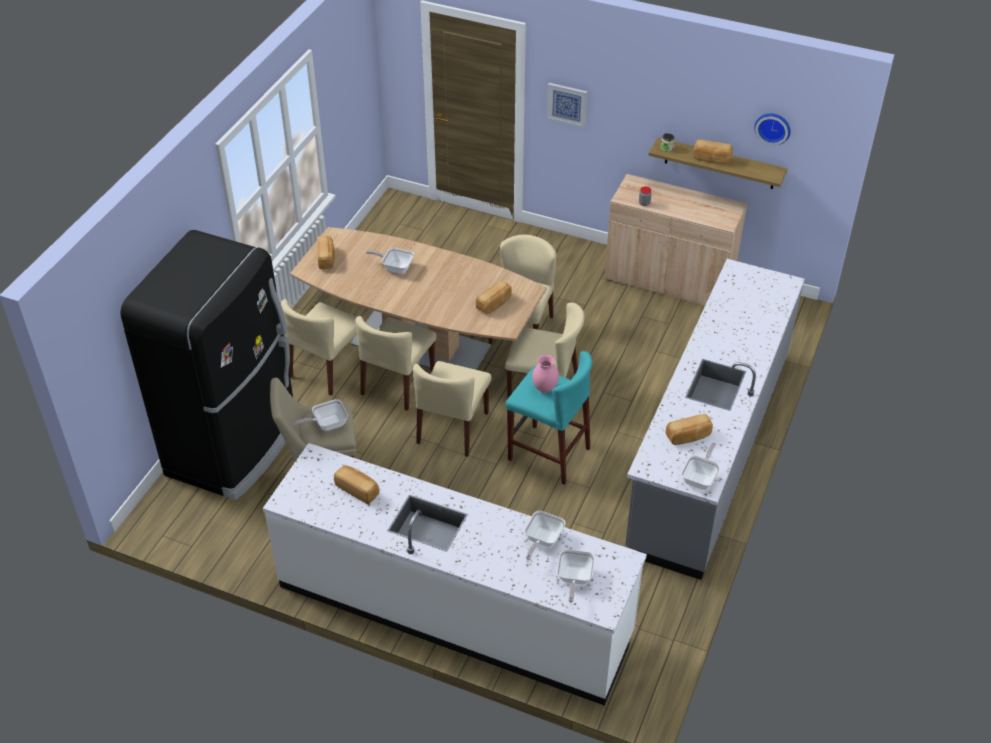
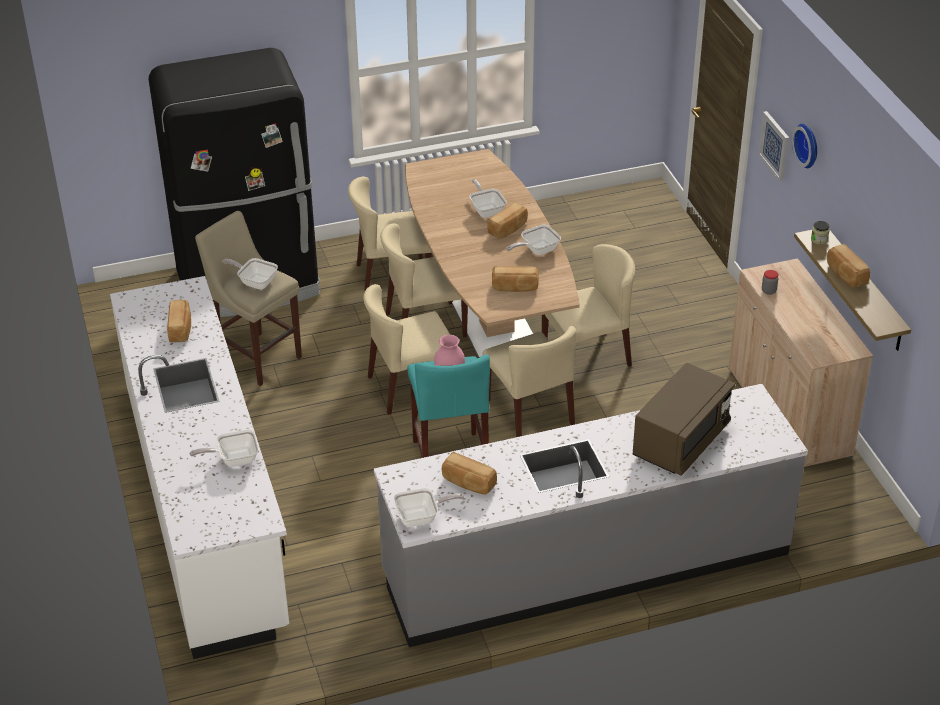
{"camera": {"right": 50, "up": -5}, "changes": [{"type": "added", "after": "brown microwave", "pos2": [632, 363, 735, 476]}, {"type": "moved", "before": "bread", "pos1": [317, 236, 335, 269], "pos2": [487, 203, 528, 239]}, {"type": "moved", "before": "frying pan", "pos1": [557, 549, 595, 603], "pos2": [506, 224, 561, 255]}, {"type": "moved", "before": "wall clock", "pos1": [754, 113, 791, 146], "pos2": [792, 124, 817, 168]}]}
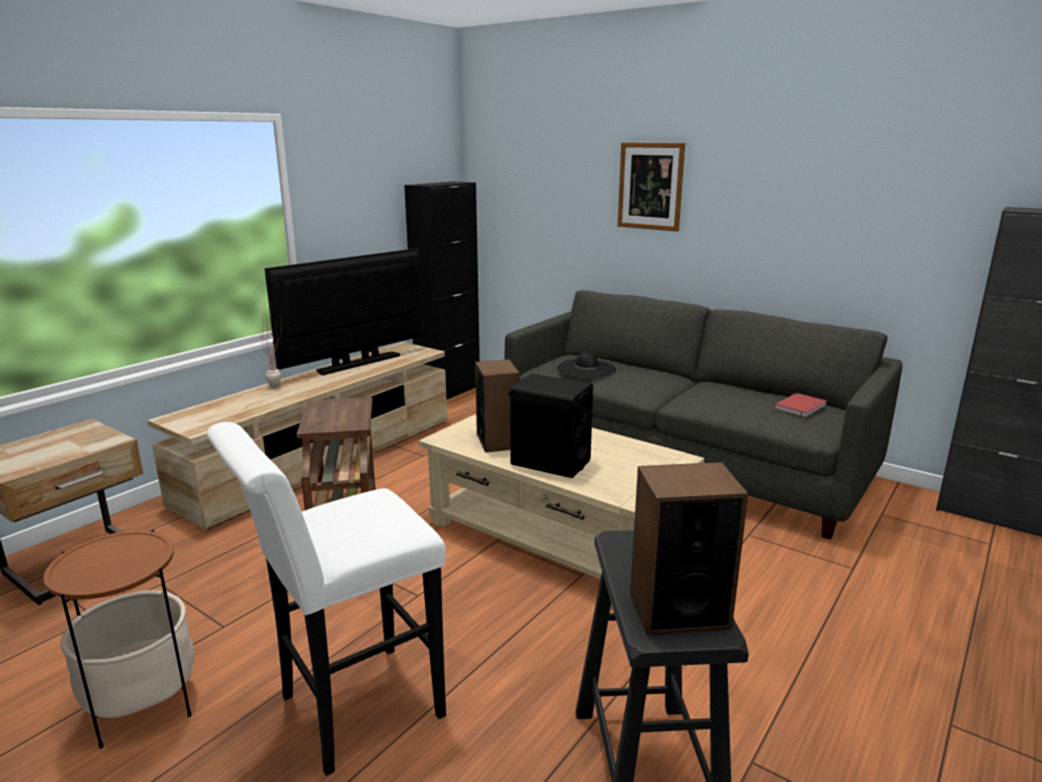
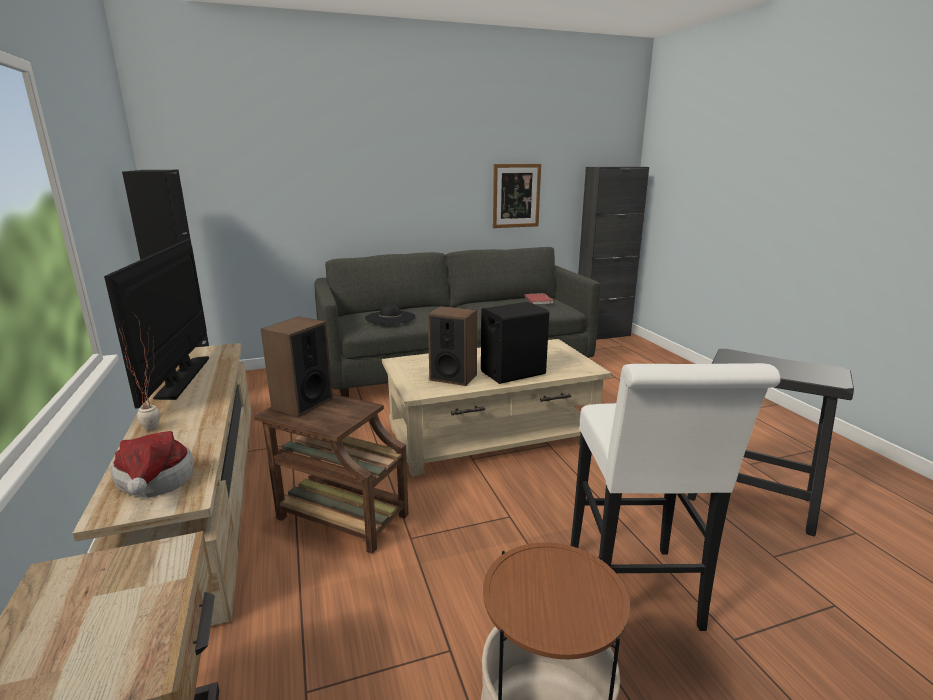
{"camera": {"right": -55, "up": 0}, "changes": [{"type": "added", "after": "hat", "pos2": [110, 431, 194, 498]}, {"type": "moved", "before": "picture", "pos1": [618, 142, 685, 232], "pos2": [493, 164, 541, 228]}, {"type": "moved", "before": "speaker", "pos1": [630, 462, 748, 635], "pos2": [261, 316, 333, 417]}]}
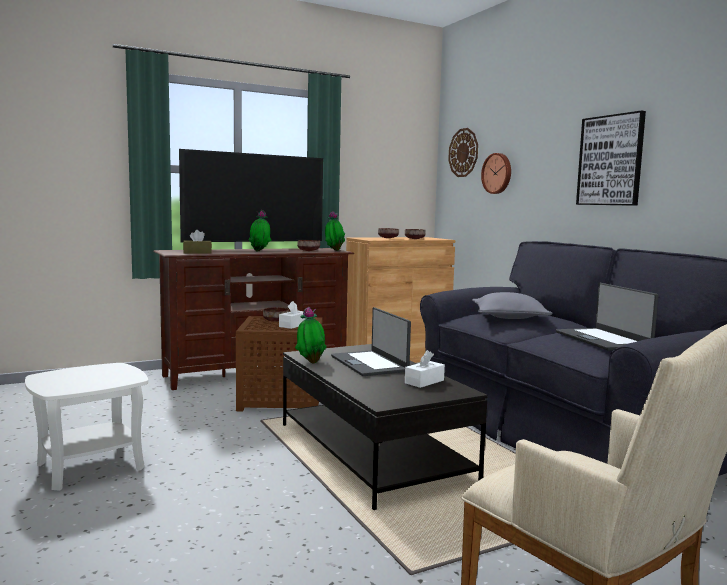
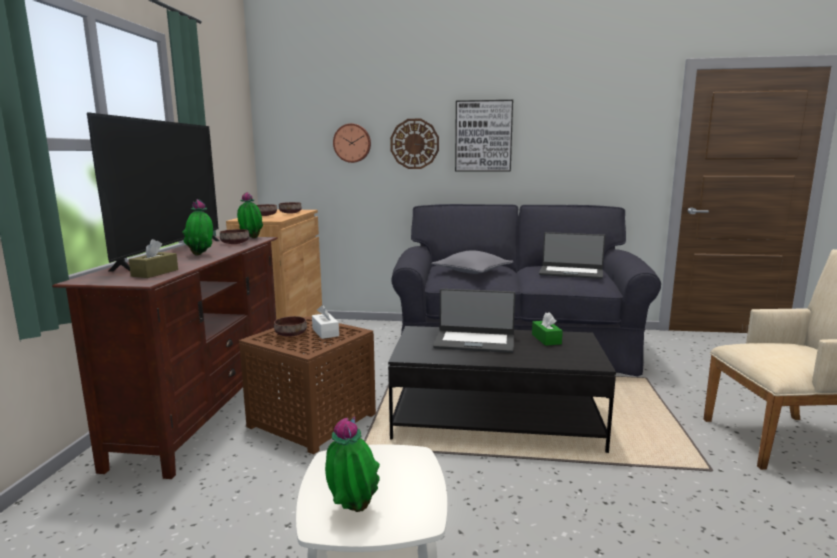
{"camera": {"right": -55, "up": 5}, "changes": [{"type": "moved", "before": "potted plant", "pos1": [295, 307, 327, 363], "pos2": [325, 416, 380, 512]}, {"type": "moved", "before": "wall clock", "pos1": [448, 128, 478, 177], "pos2": [390, 119, 439, 169]}, {"type": "recoloured", "before": "white tissue box", "after": "green tissue box", "pos1": [405, 350, 445, 388], "pos2": [532, 312, 563, 346]}]}
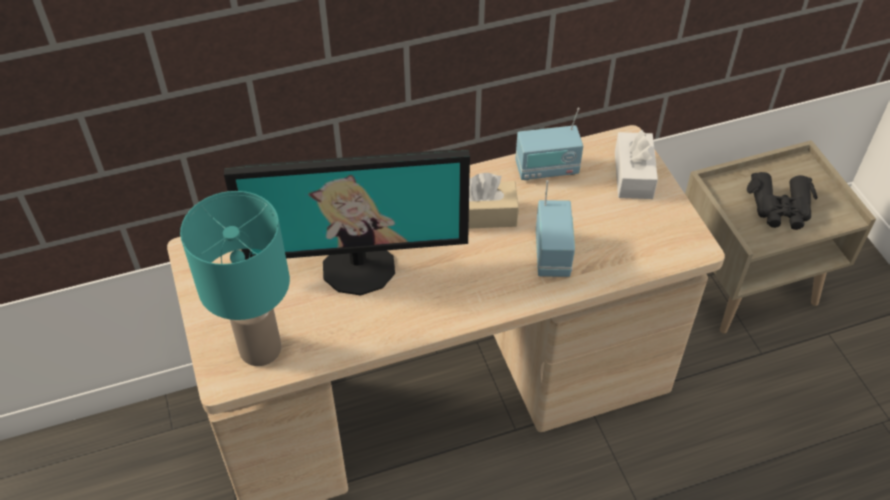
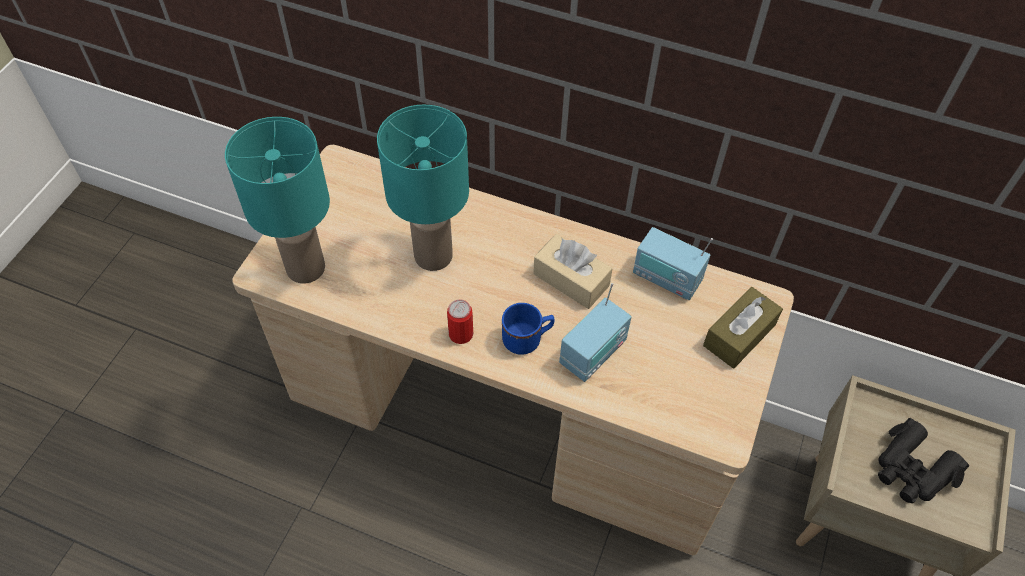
{"camera": {"right": 40, "up": 5}, "changes": [{"type": "added", "after": "can", "pos2": [447, 299, 473, 344]}, {"type": "added", "after": "blue mug", "pos2": [502, 303, 554, 355]}, {"type": "replaced", "before": "monitor", "after": "turquoise table lamp", "pos1": [224, 150, 470, 295], "pos2": [377, 105, 469, 271]}, {"type": "recoloured", "before": "white tissue box", "after": "brown tissue box", "pos1": [615, 129, 658, 199], "pos2": [703, 287, 783, 369]}]}
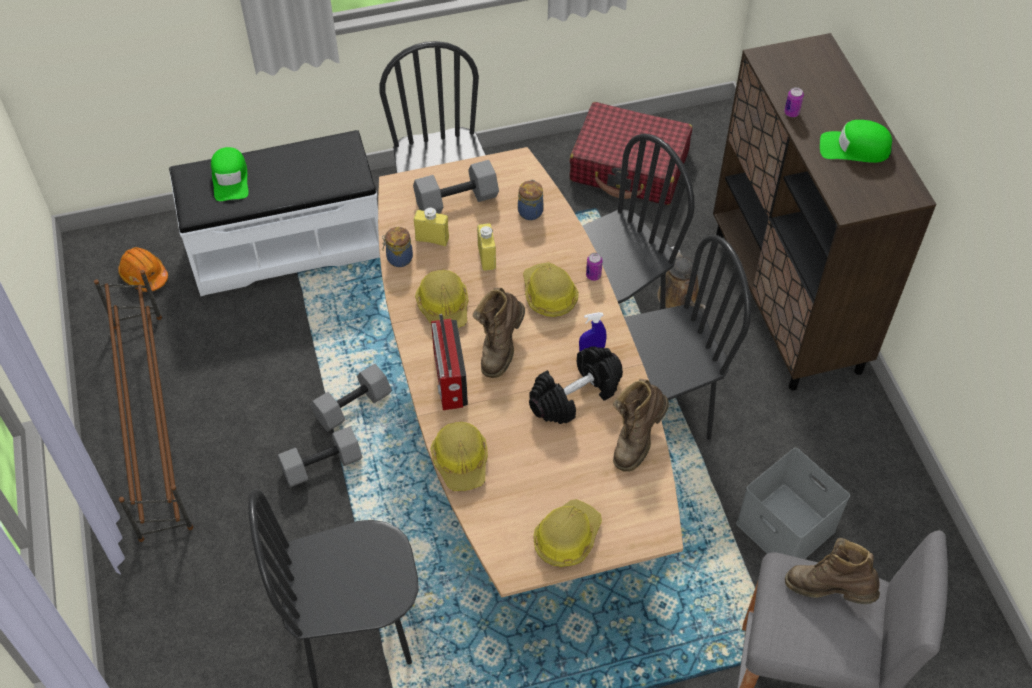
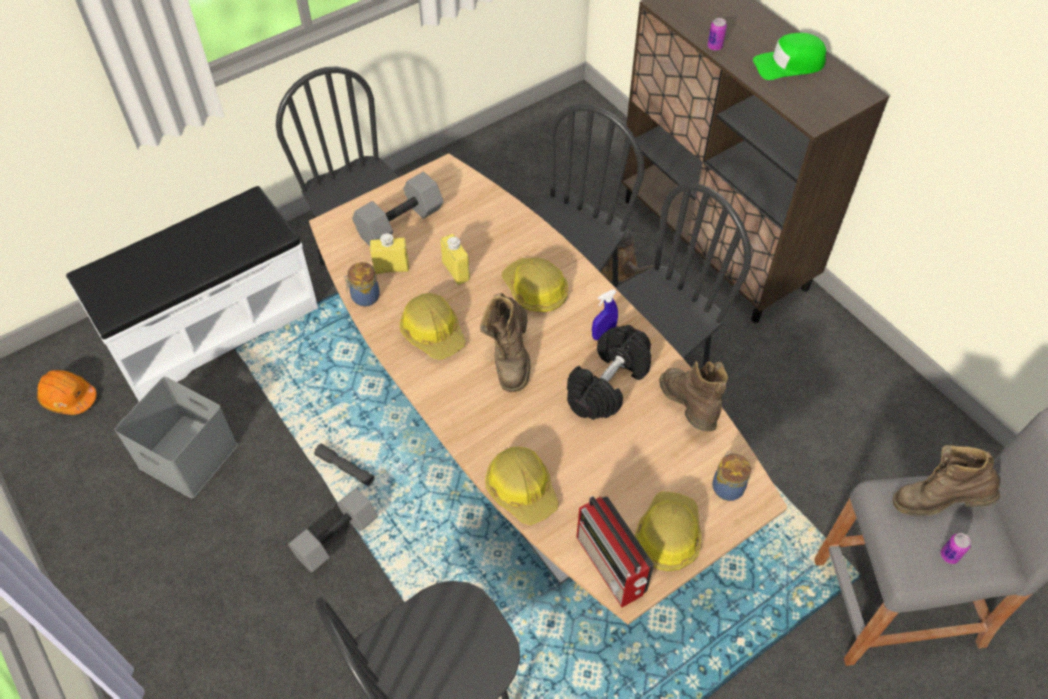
{"camera": {"right": -20, "up": 0}, "changes": [{"type": "removed", "before": "brown shoe rack", "pos1": [94, 270, 193, 542]}, {"type": "removed", "before": "green cap", "pos1": [211, 147, 249, 201]}, {"type": "removed", "before": "red suitcase", "pos1": [569, 102, 693, 205]}, {"type": "moved", "before": "radio", "pos1": [431, 314, 468, 410], "pos2": [576, 496, 654, 607]}, {"type": "moved", "before": "jar", "pos1": [518, 180, 543, 220], "pos2": [712, 451, 751, 501]}, {"type": "moved", "before": "can", "pos1": [586, 253, 602, 281], "pos2": [941, 533, 971, 564]}, {"type": "moved", "before": "grey storage box", "pos1": [736, 448, 850, 559], "pos2": [114, 377, 238, 498]}, {"type": "replaced", "before": "grey dumbbell", "after": "grey flashlight", "pos1": [310, 364, 392, 432], "pos2": [314, 443, 375, 486]}, {"type": "turned", "before": "brown boot", "pos1": [613, 379, 669, 472], "pos2": [659, 360, 728, 431], "turn": 150}]}
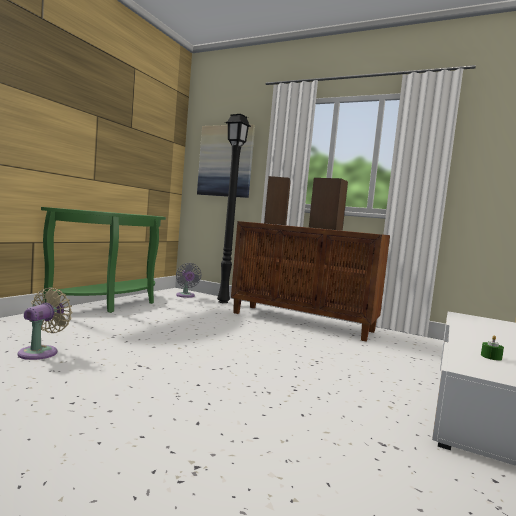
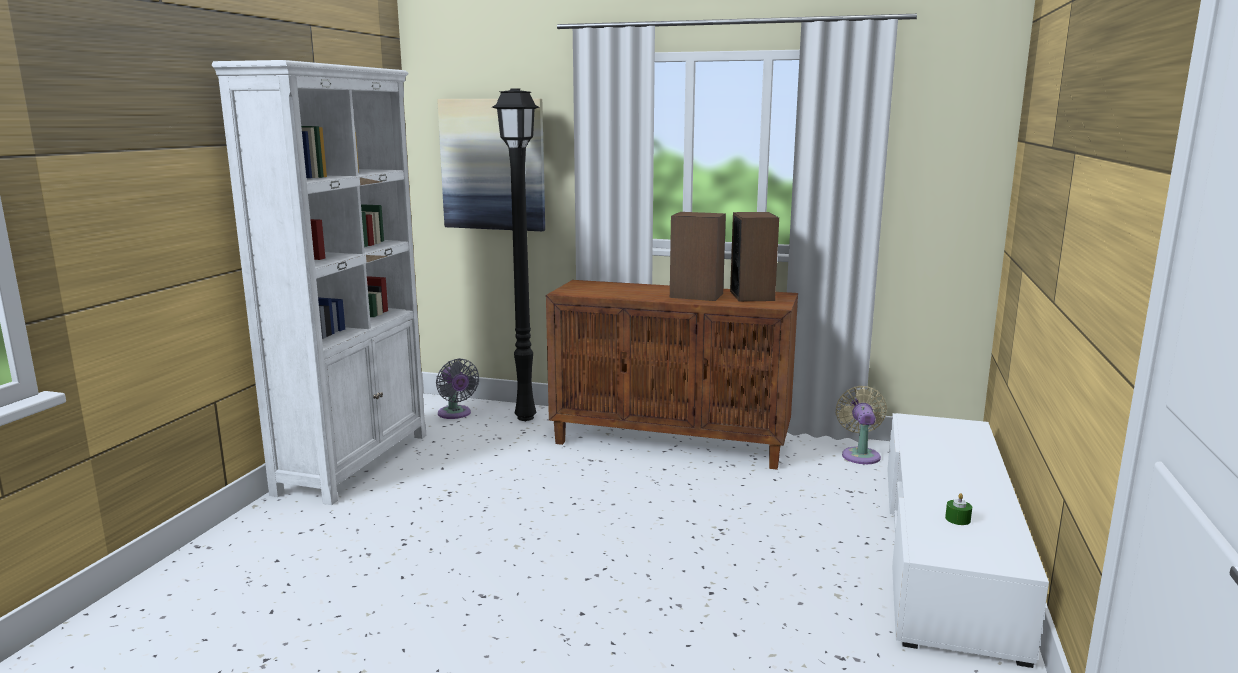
{"camera": {"right": -10, "up": 10}, "changes": [{"type": "moved", "before": "beige fan", "pos1": [18, 287, 72, 360], "pos2": [835, 386, 887, 464]}, {"type": "moved", "before": "speaker", "pos1": [264, 176, 291, 225], "pos2": [730, 212, 779, 301]}, {"type": "replaced", "before": "green console table", "after": "white bookcase", "pos1": [41, 207, 166, 313], "pos2": [212, 60, 426, 505]}]}
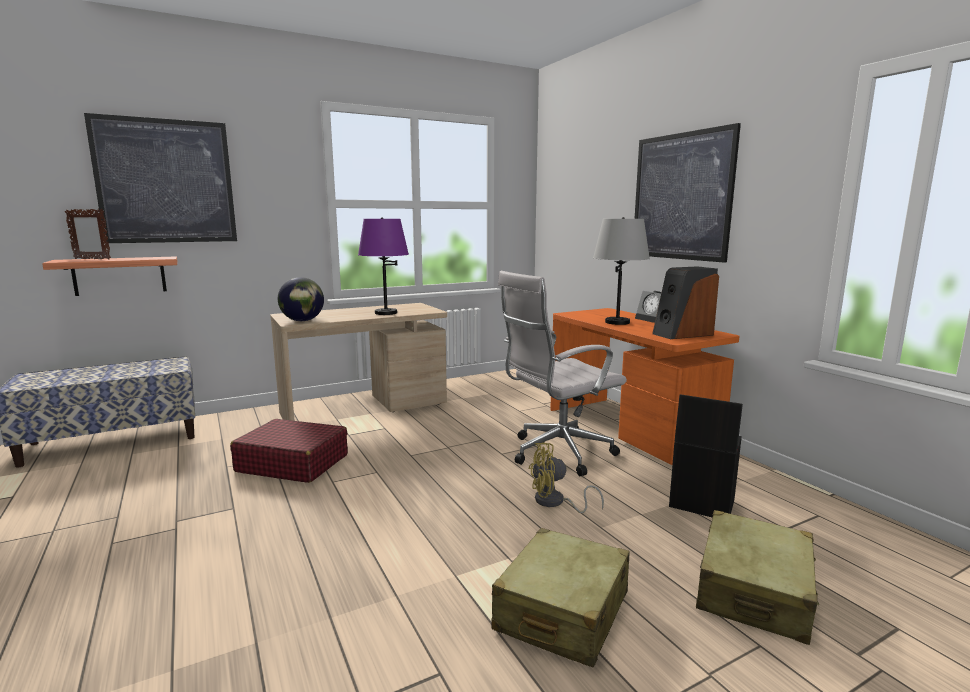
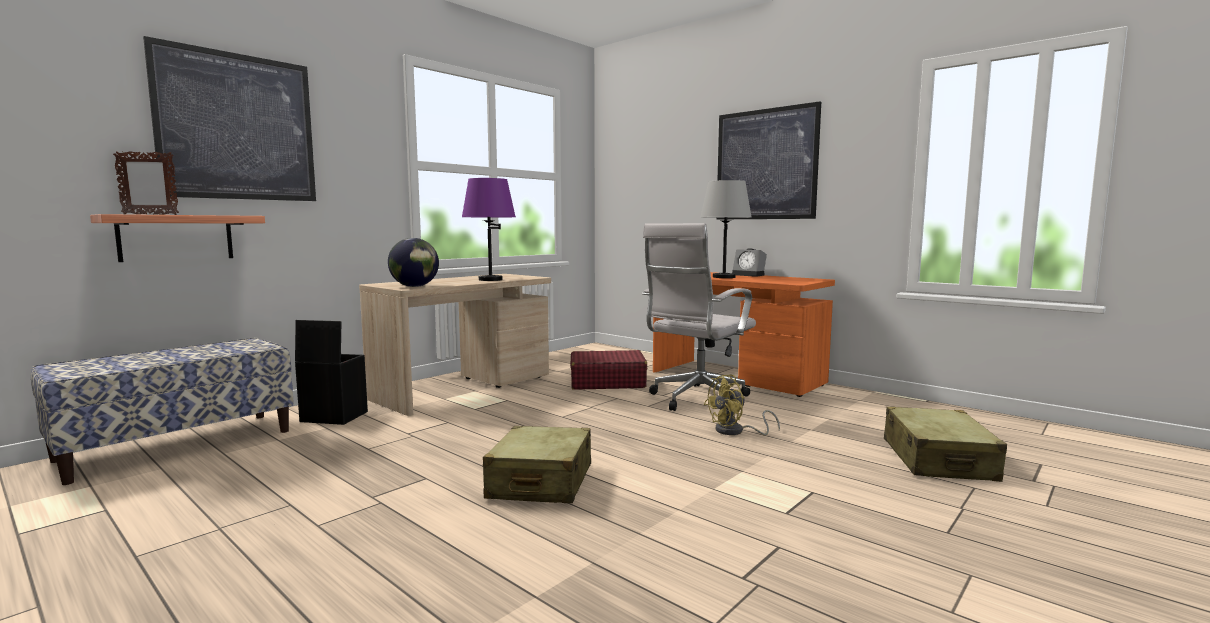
{"camera": {"right": -20, "up": -5}, "changes": [{"type": "removed", "before": "speaker", "pos1": [652, 266, 719, 339]}, {"type": "moved", "before": "red suitcase", "pos1": [230, 419, 348, 483], "pos2": [571, 350, 647, 390]}, {"type": "moved", "before": "beige suitcase", "pos1": [491, 528, 630, 668], "pos2": [483, 426, 591, 503]}, {"type": "moved", "before": "black storage box", "pos1": [669, 394, 743, 517], "pos2": [295, 320, 368, 425]}]}
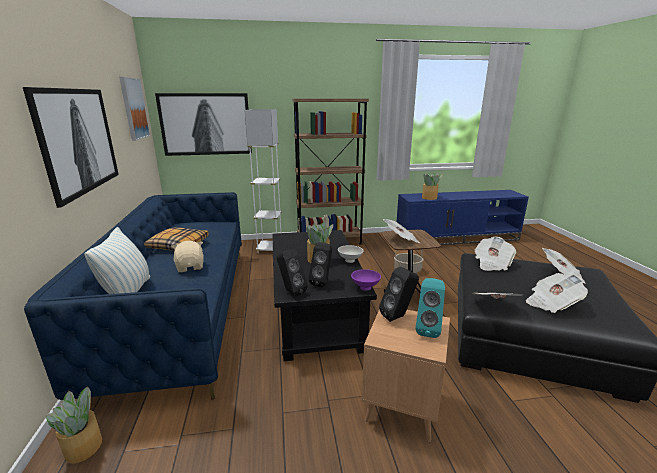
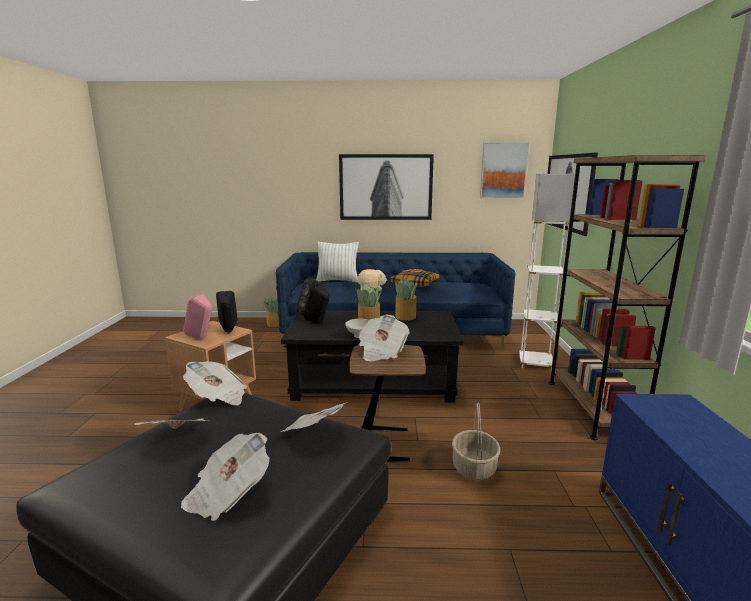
{"camera": {"right": 100, "up": -5}, "changes": [{"type": "removed", "before": "purple bowl", "pos1": [351, 269, 381, 291]}, {"type": "moved", "before": "potted plant", "pos1": [422, 173, 443, 200], "pos2": [395, 278, 417, 321]}, {"type": "recoloured", "before": "turquoise speaker", "after": "pink speaker", "pos1": [416, 278, 445, 338], "pos2": [183, 294, 212, 339]}]}
